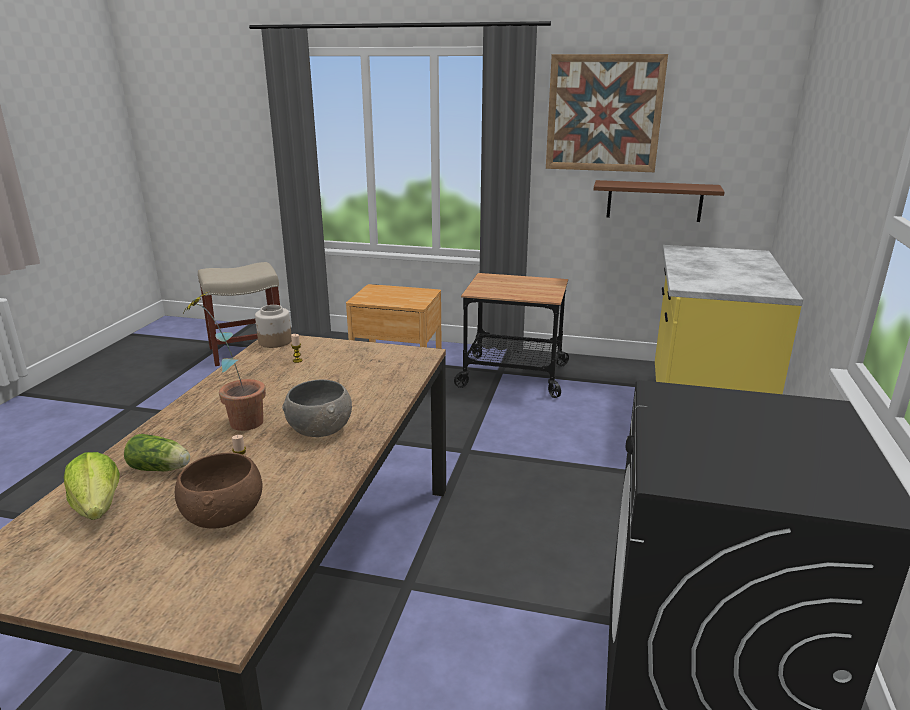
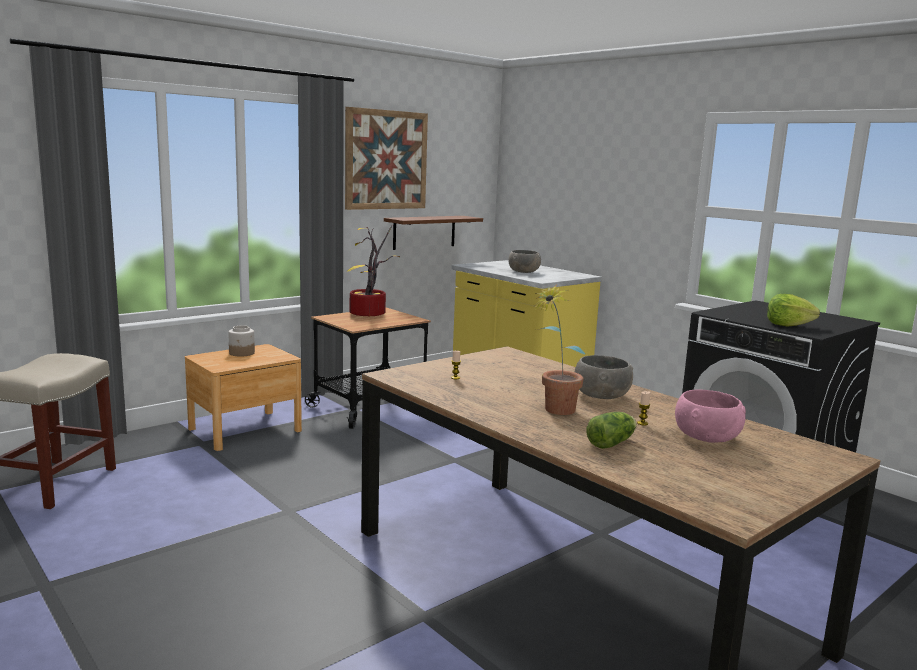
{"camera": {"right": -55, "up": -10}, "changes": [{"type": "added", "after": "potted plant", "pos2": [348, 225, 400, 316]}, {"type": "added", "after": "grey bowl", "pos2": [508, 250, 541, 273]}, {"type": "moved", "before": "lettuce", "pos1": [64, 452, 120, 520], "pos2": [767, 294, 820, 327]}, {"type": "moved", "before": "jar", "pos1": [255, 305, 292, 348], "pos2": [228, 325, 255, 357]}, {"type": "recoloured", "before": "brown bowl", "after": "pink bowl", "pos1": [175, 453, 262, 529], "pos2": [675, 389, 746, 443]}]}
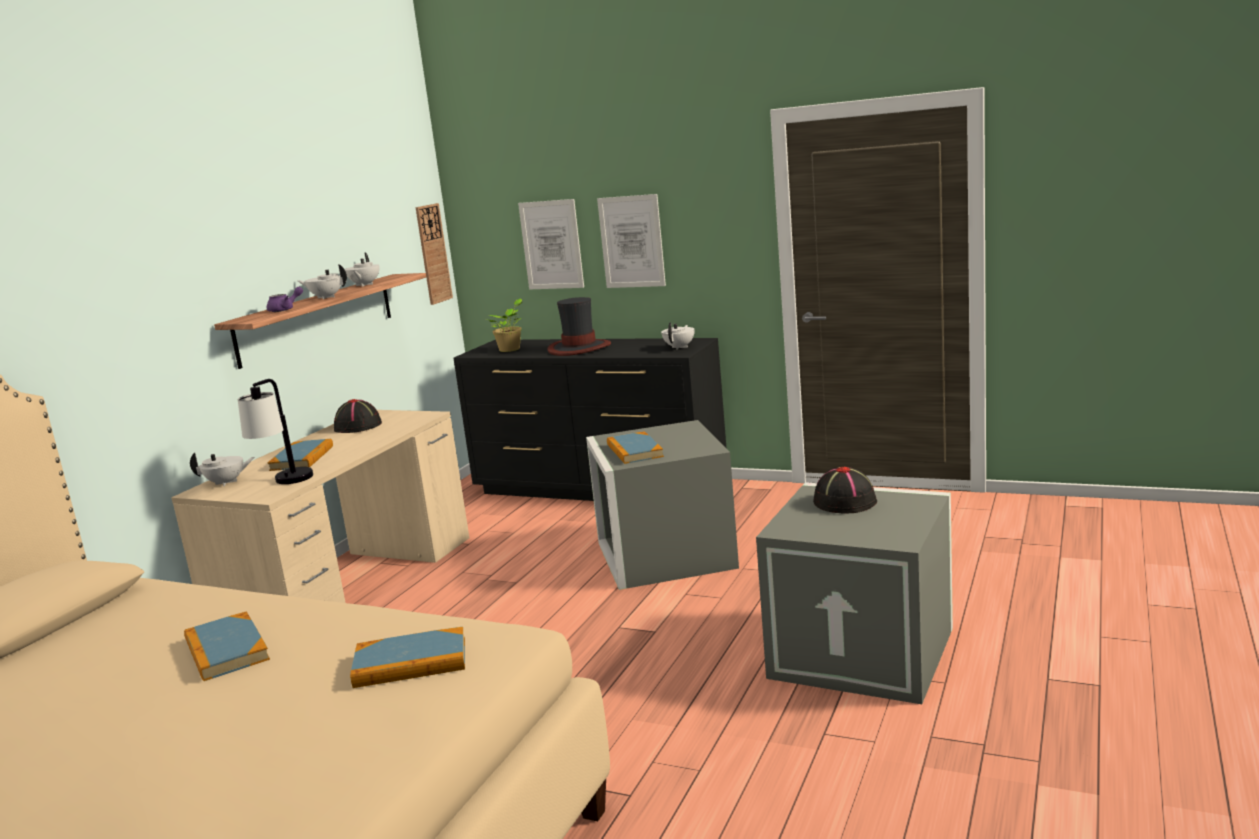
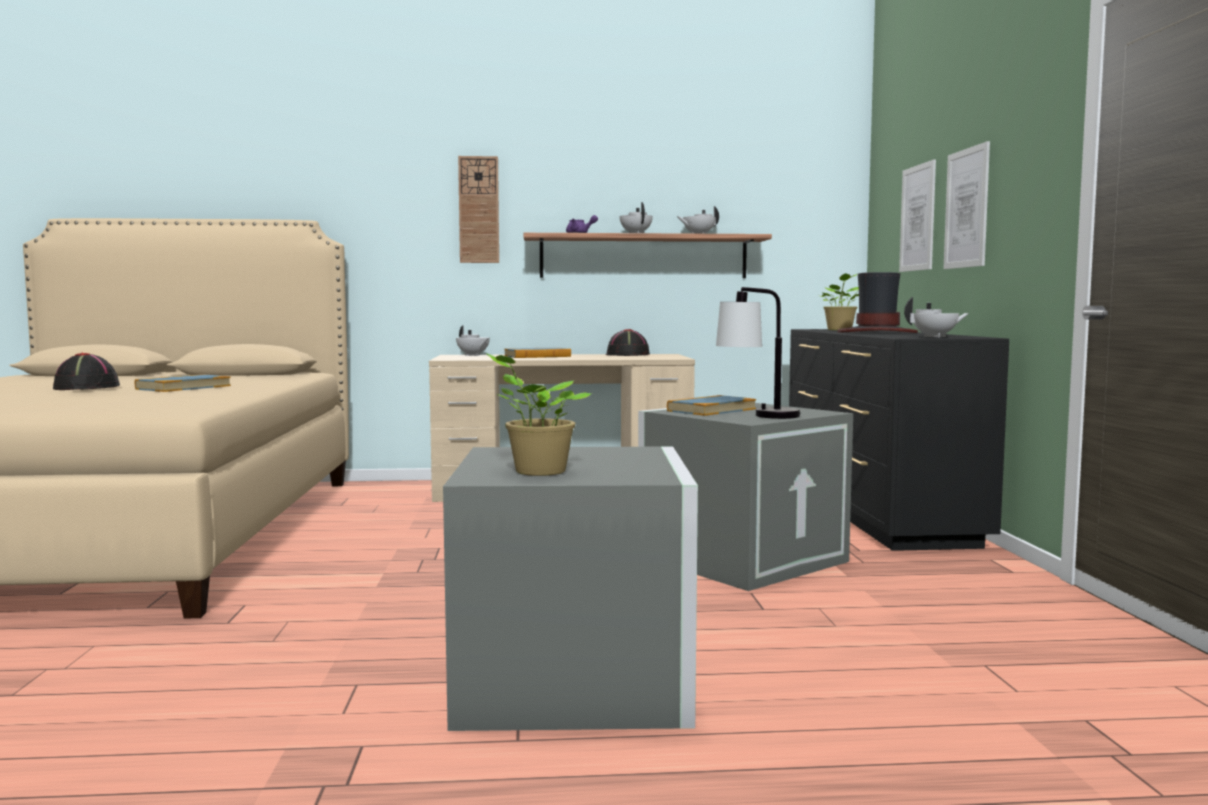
{"camera": {"right": 60, "up": -10}, "changes": [{"type": "removed", "before": "book", "pos1": [350, 627, 465, 688]}, {"type": "added", "after": "potted plant", "pos2": [487, 354, 592, 476]}, {"type": "moved", "before": "table lamp", "pos1": [238, 379, 313, 484], "pos2": [716, 287, 800, 419]}, {"type": "moved", "before": "wall clock", "pos1": [416, 203, 453, 305], "pos2": [458, 156, 499, 263]}, {"type": "moved", "before": "black hat", "pos1": [813, 466, 877, 514], "pos2": [53, 353, 120, 390]}]}
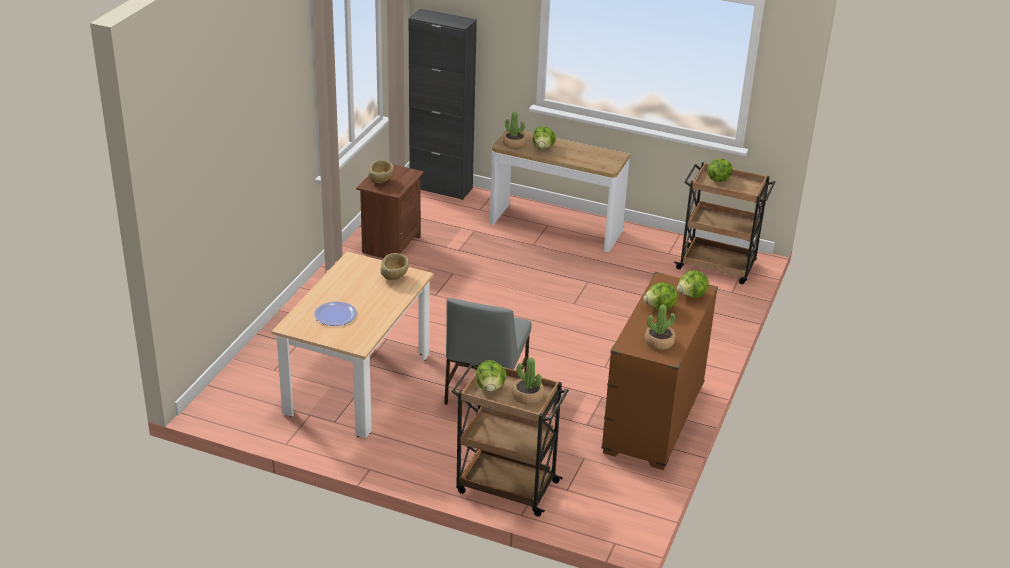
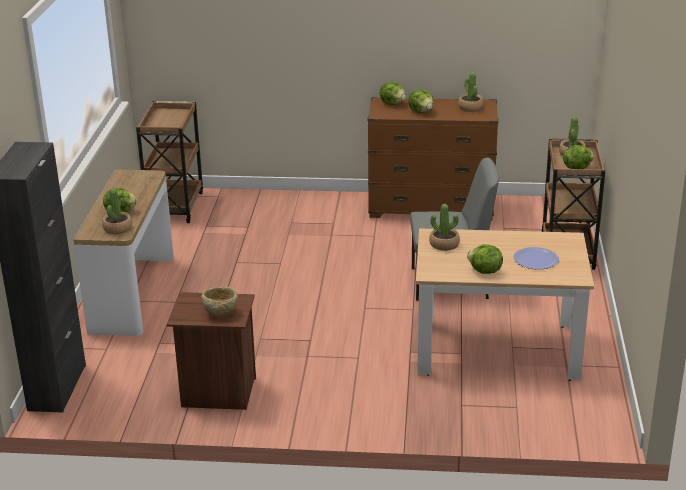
{"camera": {"right": -105, "up": -5}, "changes": [{"type": "moved", "before": "lettuce", "pos1": [707, 159, 733, 182], "pos2": [467, 244, 503, 274]}, {"type": "replaced", "before": "beige bowl", "after": "potted plant", "pos1": [381, 253, 409, 280], "pos2": [429, 204, 460, 251]}]}
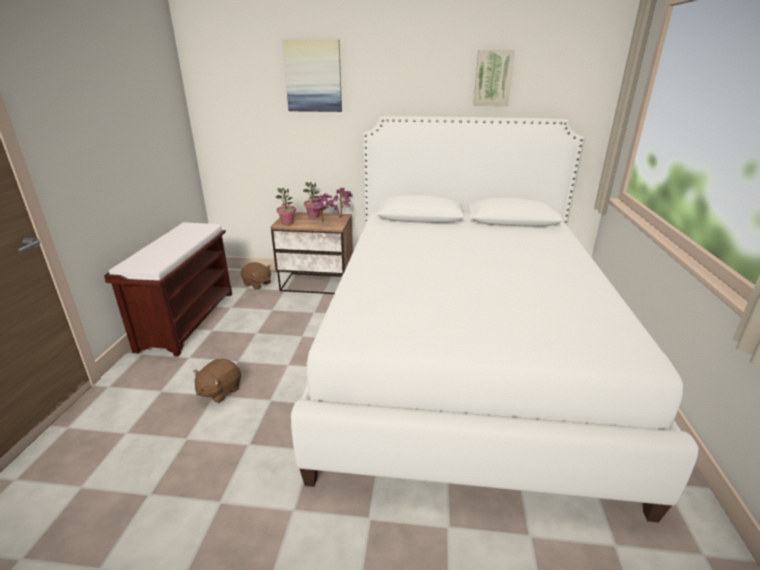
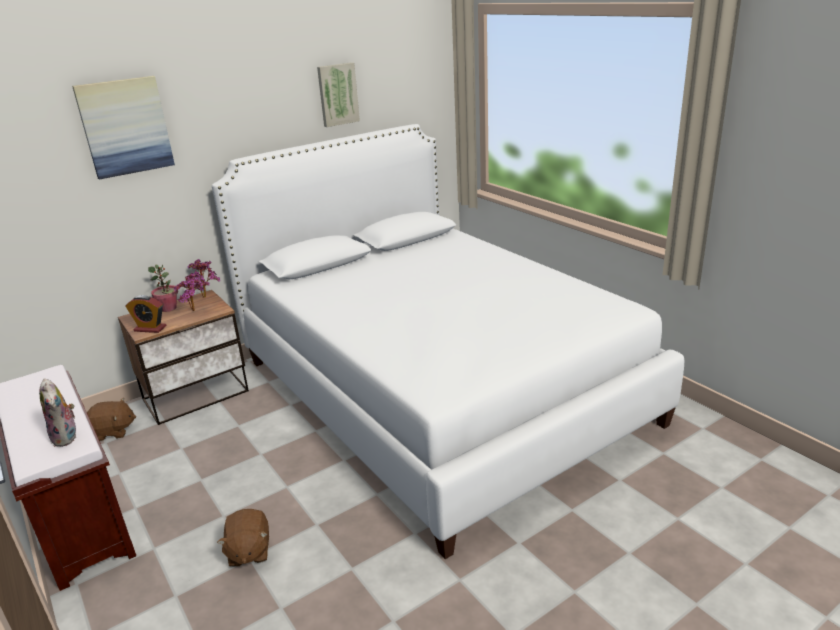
{"camera": {"right": -40, "up": 0}, "changes": [{"type": "added", "after": "plush toy", "pos2": [39, 378, 76, 447]}, {"type": "replaced", "before": "potted plant", "after": "alarm clock", "pos1": [276, 187, 296, 225], "pos2": [126, 295, 167, 333]}]}
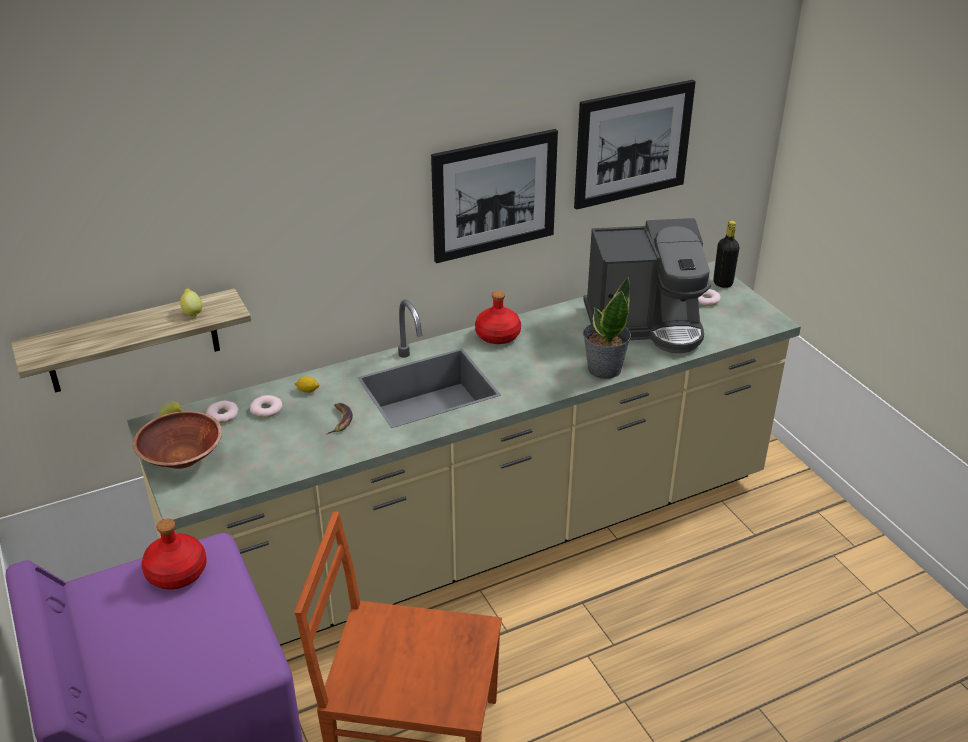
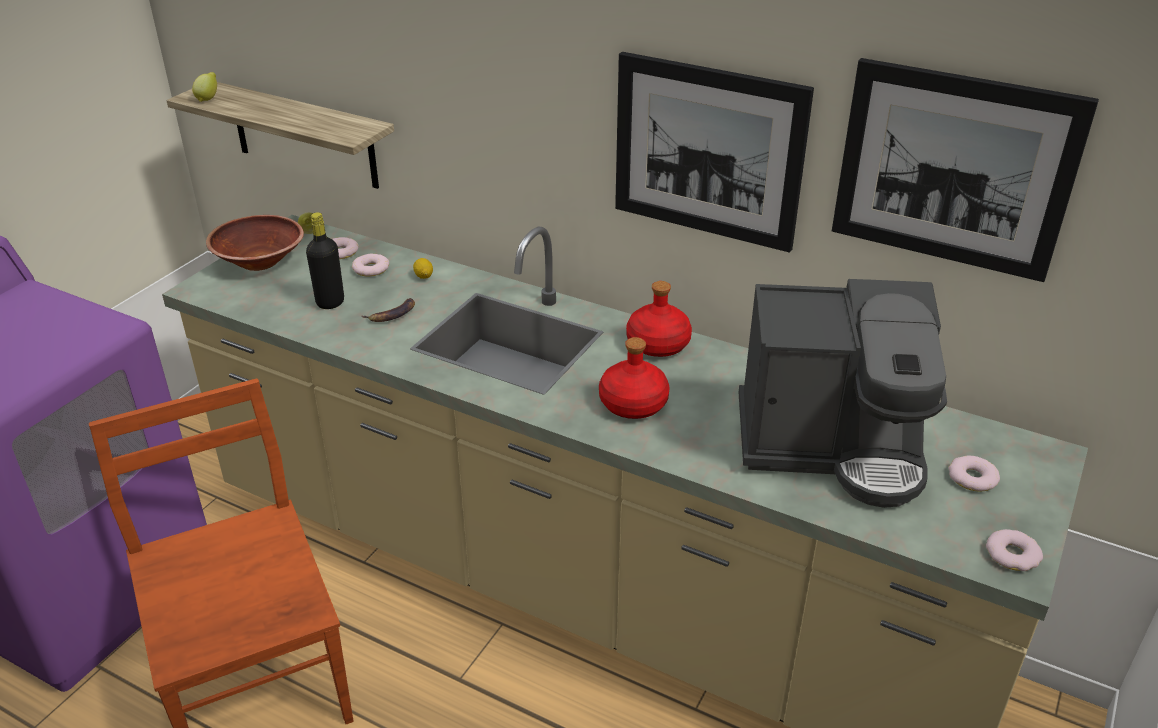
{"camera": {"right": 55, "up": 0}, "changes": [{"type": "removed", "before": "potted plant", "pos1": [583, 276, 631, 379]}, {"type": "added", "after": "donut", "pos2": [986, 529, 1043, 571]}, {"type": "moved", "before": "red bottle", "pos1": [141, 519, 207, 590], "pos2": [599, 337, 670, 419]}, {"type": "moved", "before": "lemon", "pos1": [180, 289, 202, 317], "pos2": [192, 72, 217, 102]}, {"type": "moved", "before": "black bottle", "pos1": [713, 220, 739, 288], "pos2": [306, 212, 344, 309]}, {"type": "turned", "before": "coffee machine", "pos1": [583, 218, 711, 353], "pos2": [738, 279, 947, 508], "turn": -45}]}
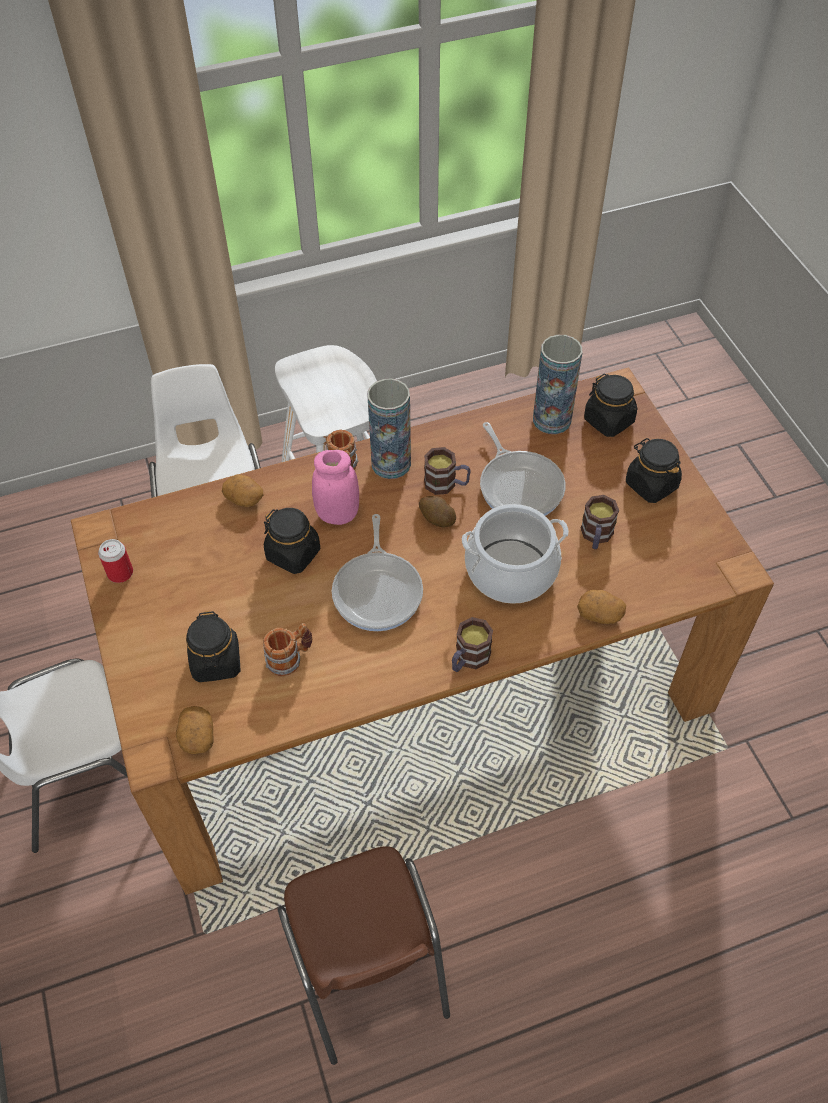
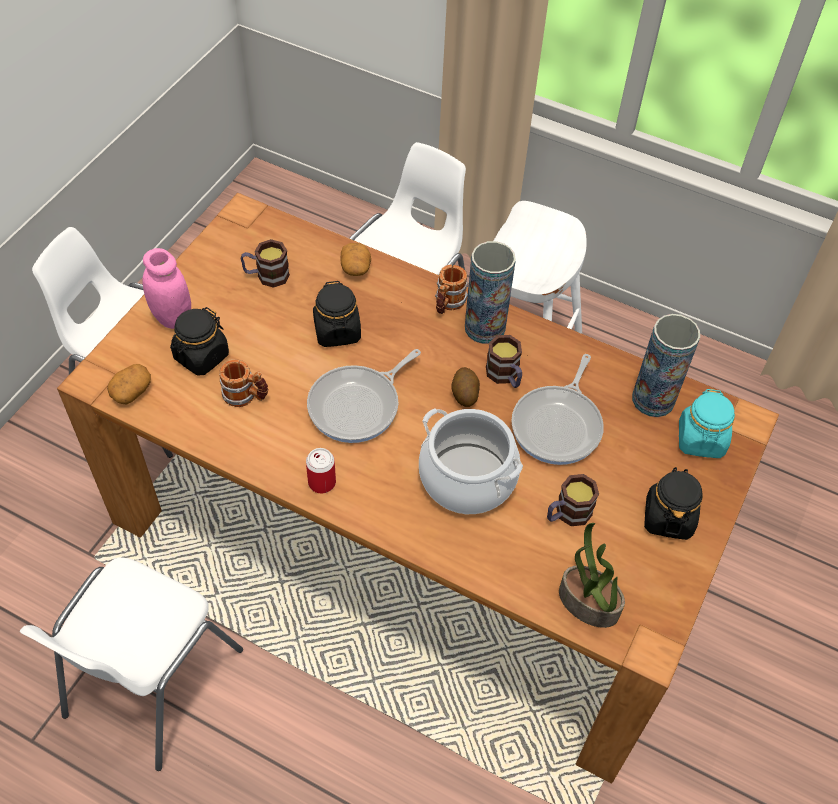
{"camera": {"right": 45, "up": 0}, "changes": [{"type": "removed", "before": "potato", "pos1": [577, 590, 626, 624]}, {"type": "added", "after": "potted plant", "pos2": [559, 523, 625, 628]}, {"type": "moved", "before": "can", "pos1": [98, 539, 133, 583], "pos2": [306, 448, 336, 493]}, {"type": "moved", "before": "pink jar", "pos1": [312, 450, 359, 525], "pos2": [142, 248, 191, 329]}, {"type": "moved", "before": "mug", "pos1": [452, 617, 493, 672], "pos2": [240, 239, 290, 288]}, {"type": "recoloured", "before": "brown chair", "after": "white chair", "pos1": [278, 846, 450, 1065], "pos2": [20, 557, 243, 771]}, {"type": "recoloured", "before": "black jar", "after": "turquoise jar", "pos1": [584, 373, 638, 437], "pos2": [679, 389, 735, 458]}]}
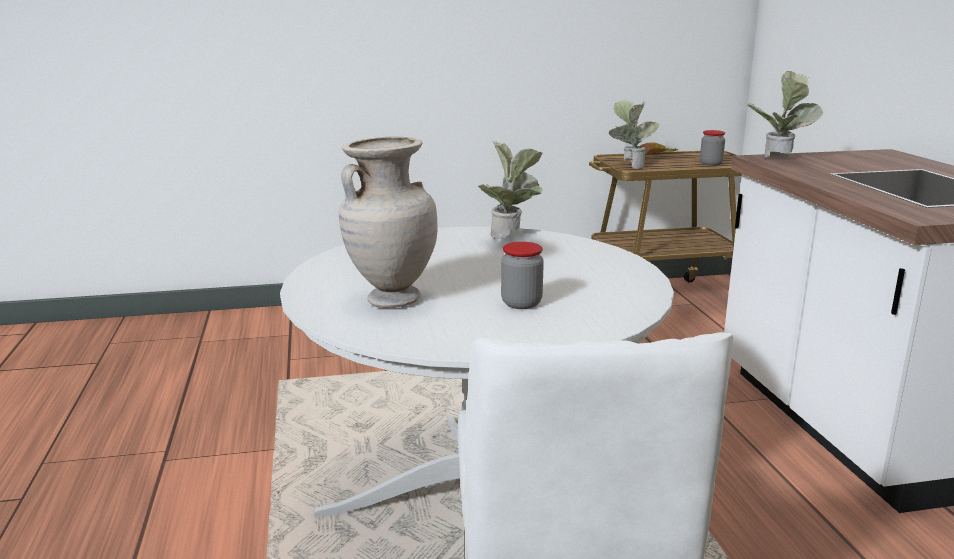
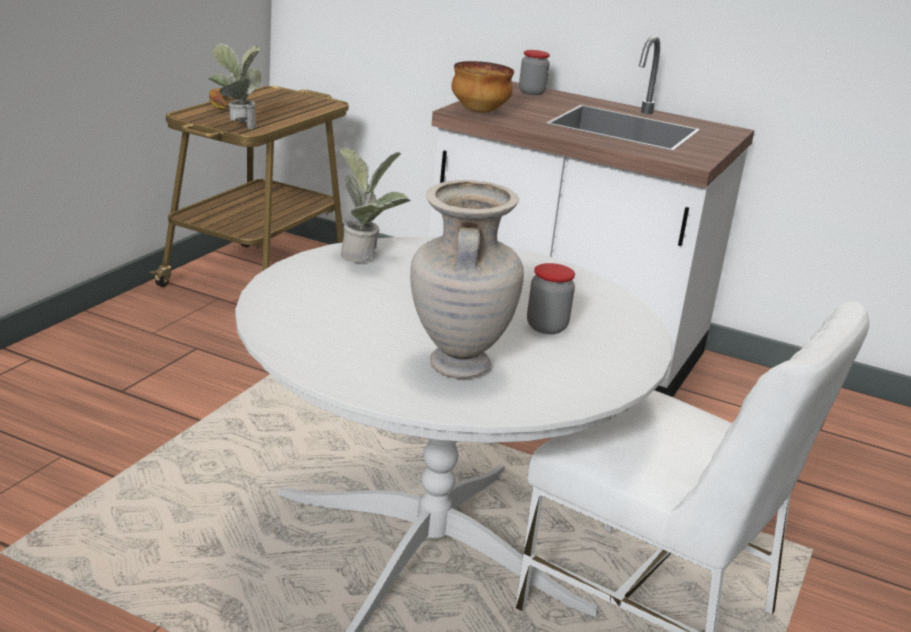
{"camera": {"right": -55, "up": 5}, "changes": [{"type": "moved", "before": "jar", "pos1": [700, 130, 725, 166], "pos2": [519, 50, 550, 95]}, {"type": "replaced", "before": "potted plant", "after": "bowl", "pos1": [747, 71, 823, 158], "pos2": [451, 61, 514, 113]}]}
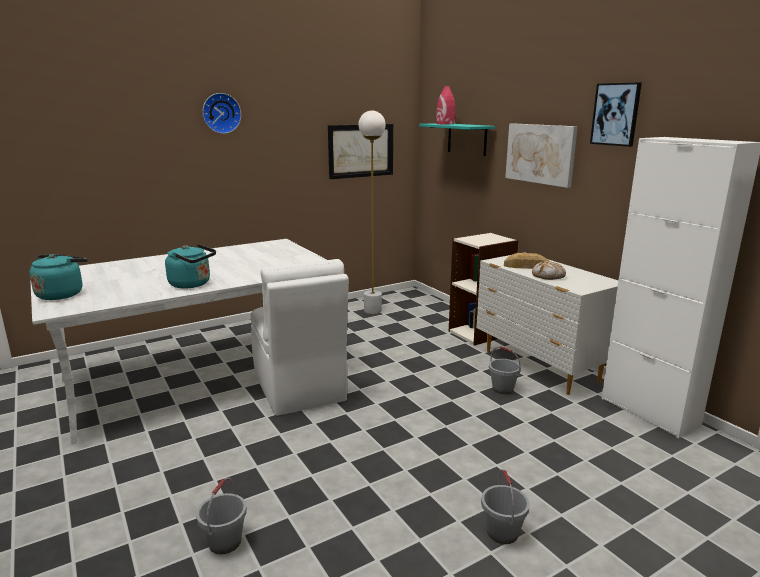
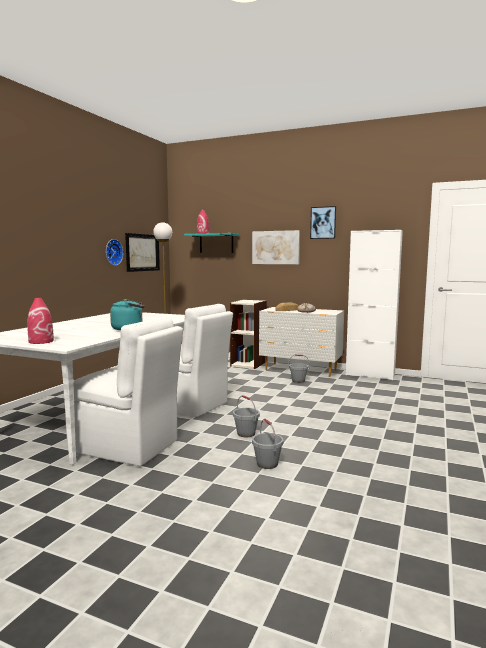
{"camera": {"right": -35, "up": -10}, "changes": [{"type": "added", "after": "white chair", "pos2": [65, 317, 183, 466]}, {"type": "moved", "before": "wall clock", "pos1": [202, 93, 241, 134], "pos2": [106, 239, 123, 266]}, {"type": "moved", "before": "grey bucket", "pos1": [481, 469, 530, 544], "pos2": [233, 395, 260, 437]}, {"type": "replaced", "before": "turquoise kettle", "after": "red vase", "pos1": [29, 254, 88, 300], "pos2": [27, 297, 54, 344]}]}
